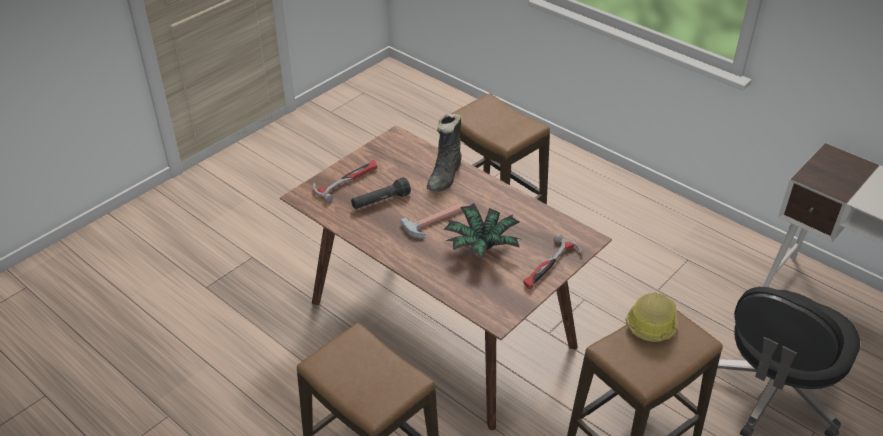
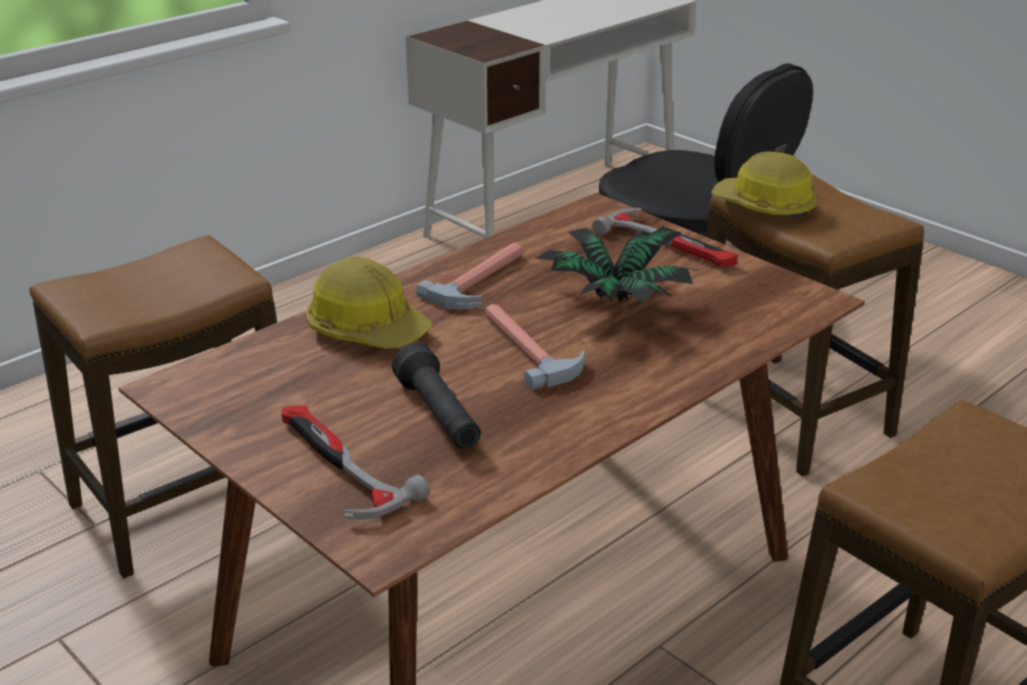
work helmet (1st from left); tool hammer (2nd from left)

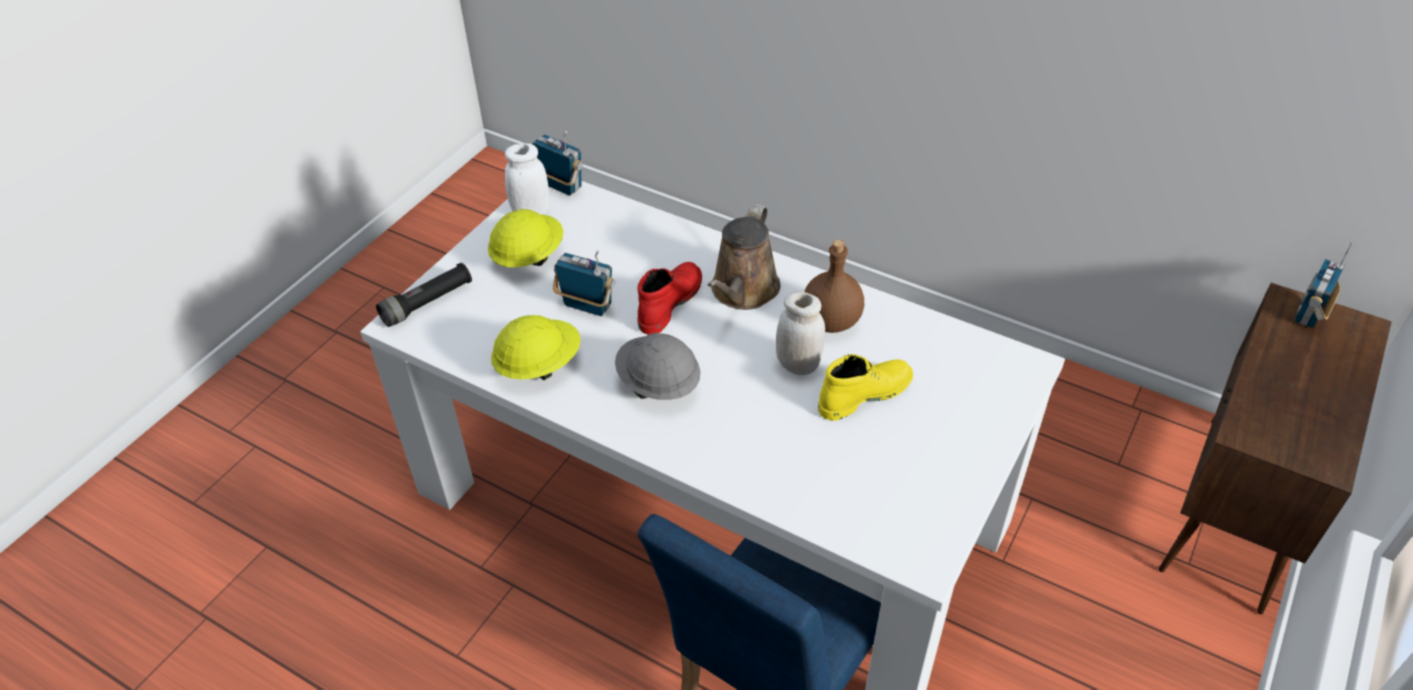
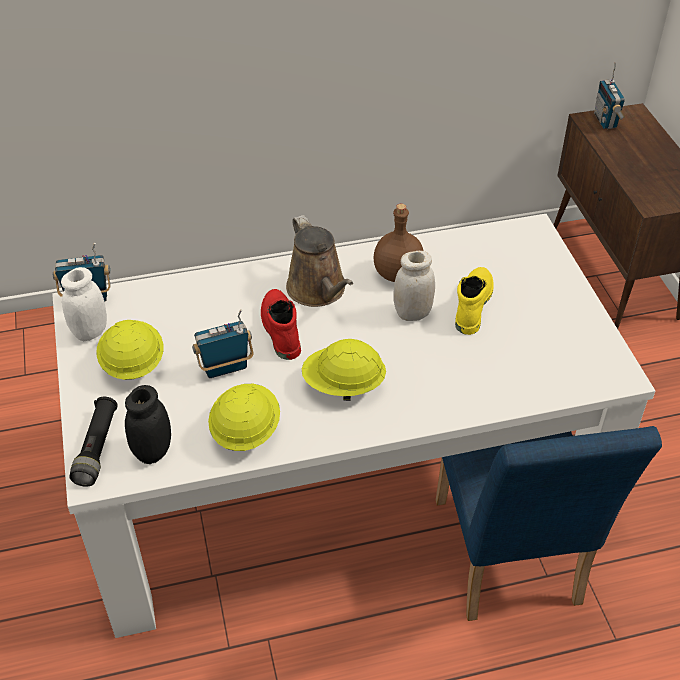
work helmet/yellow-coloured (3rd from left); jar/black

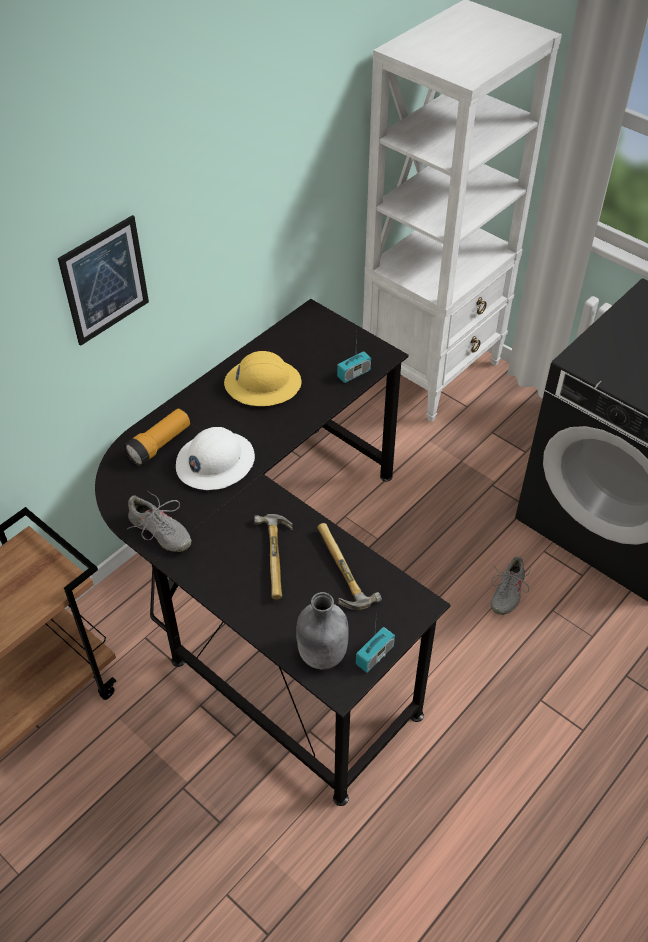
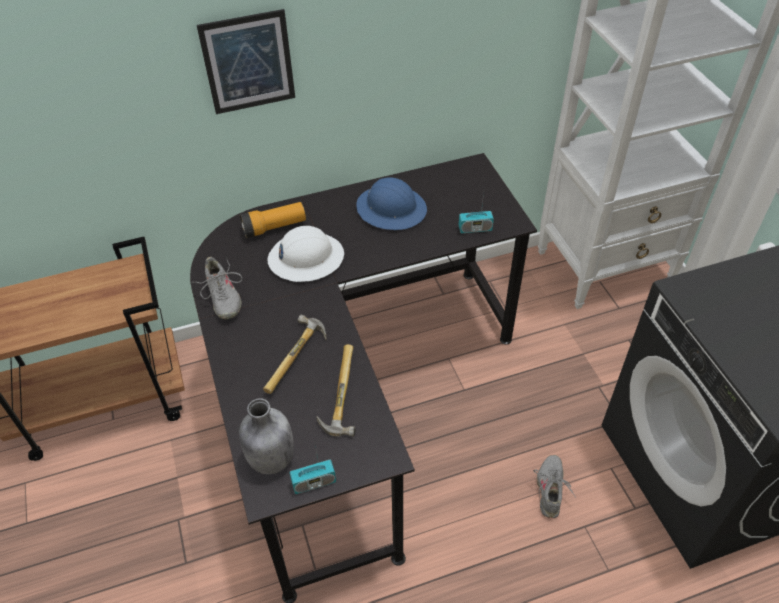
work helmet/blue; item of footwear/grey (2nd from left)

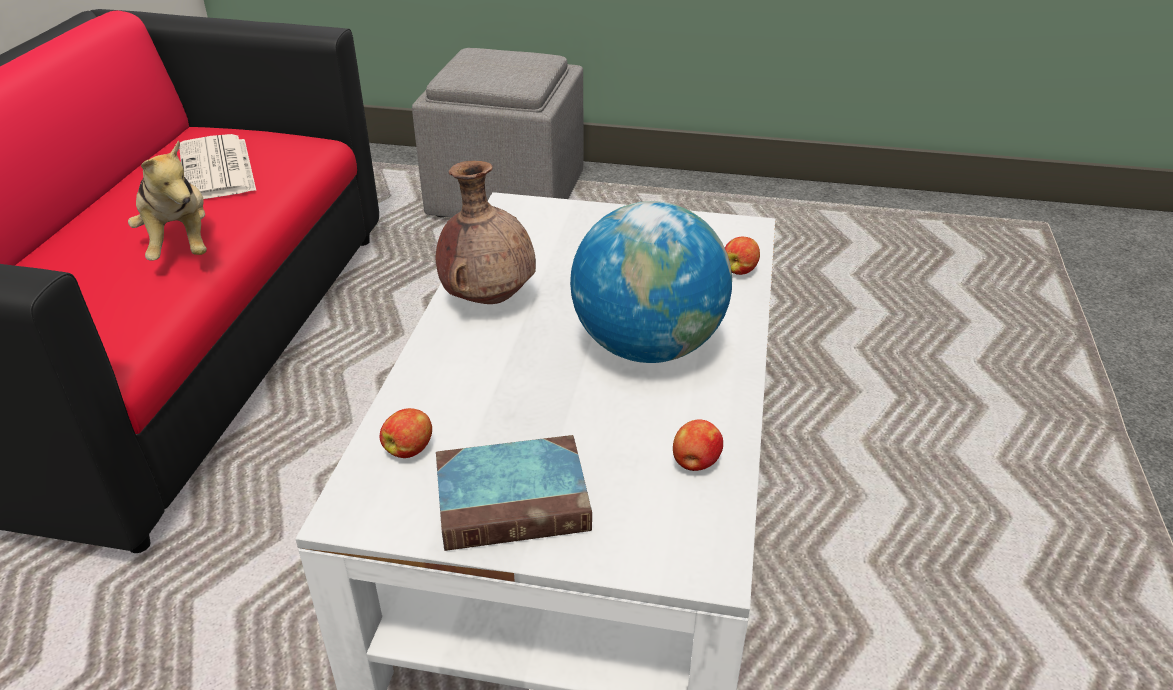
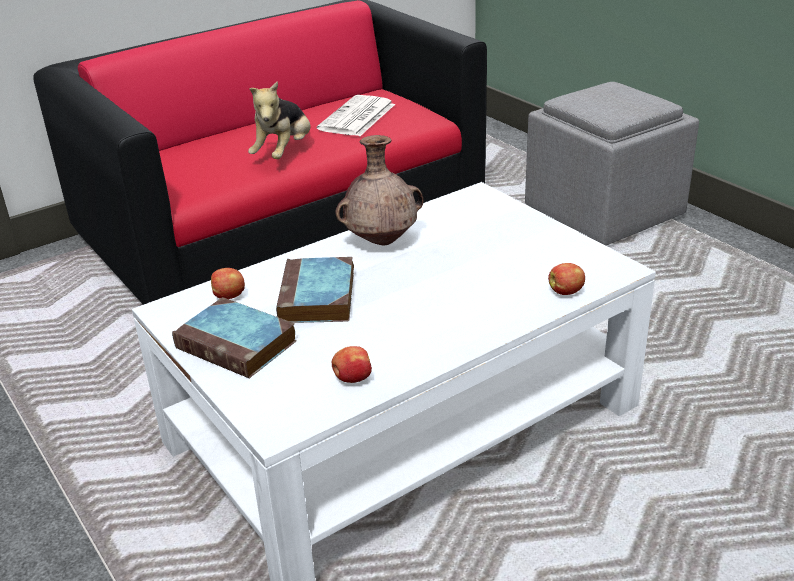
desk globe; volume (2nd from left)

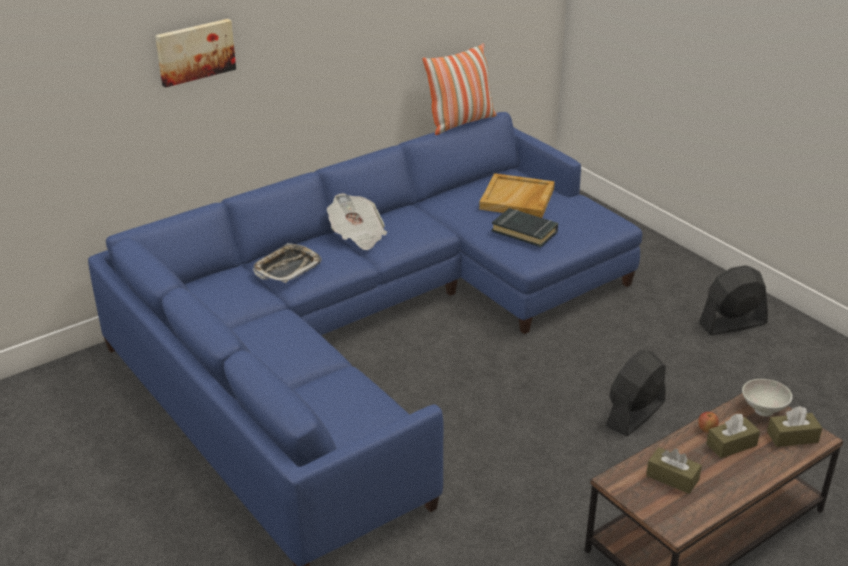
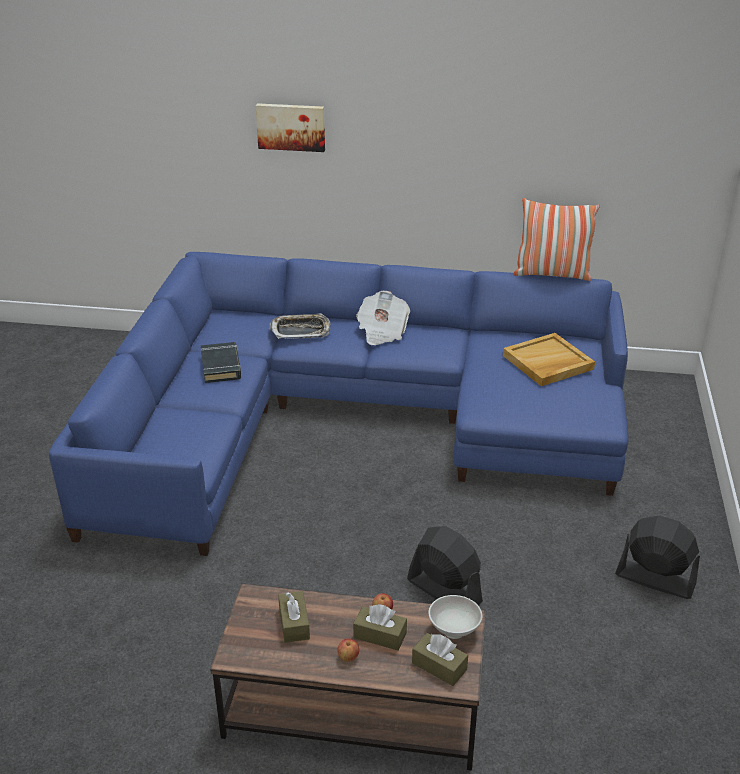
volume/black; electric fan/black (1st from left); apple fruit (1st from left)

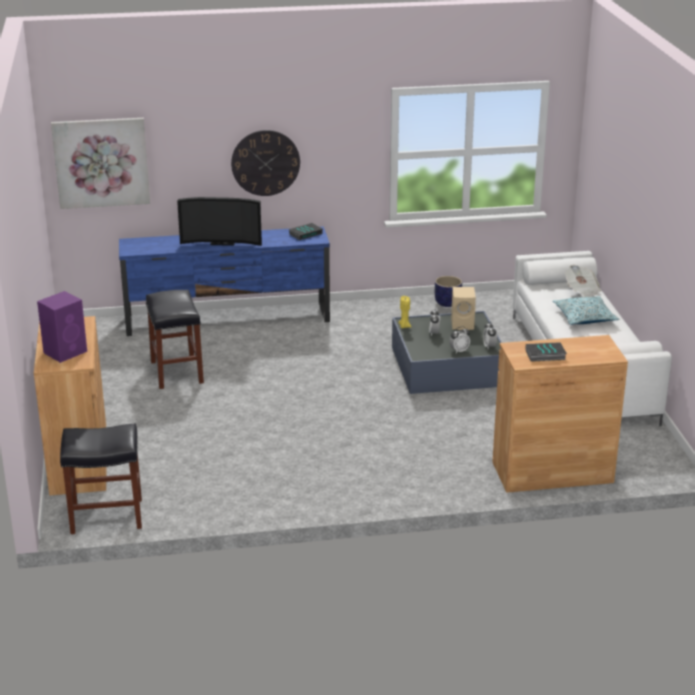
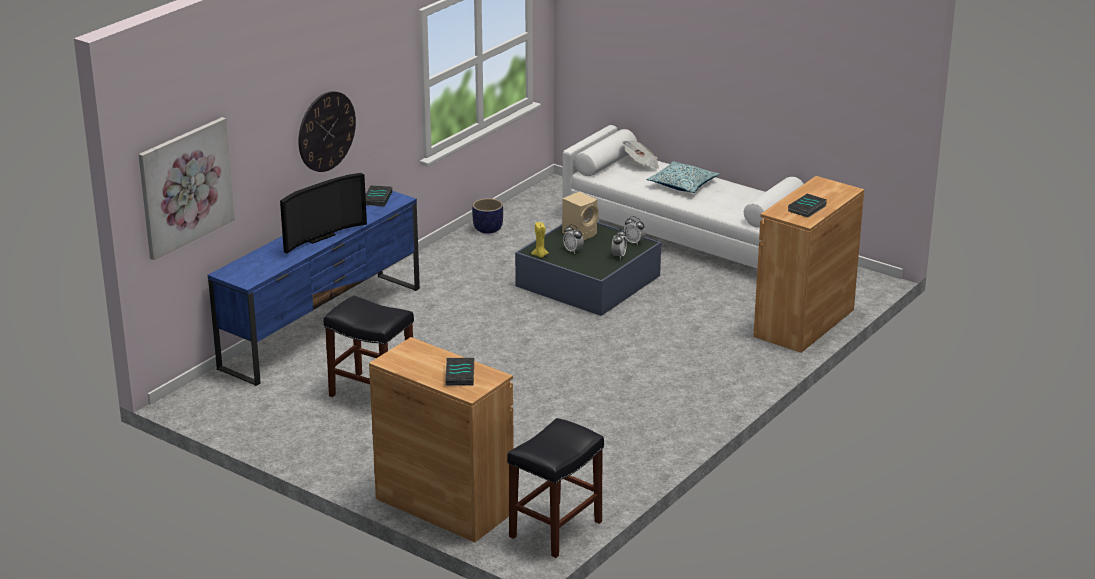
volume (2nd from left)

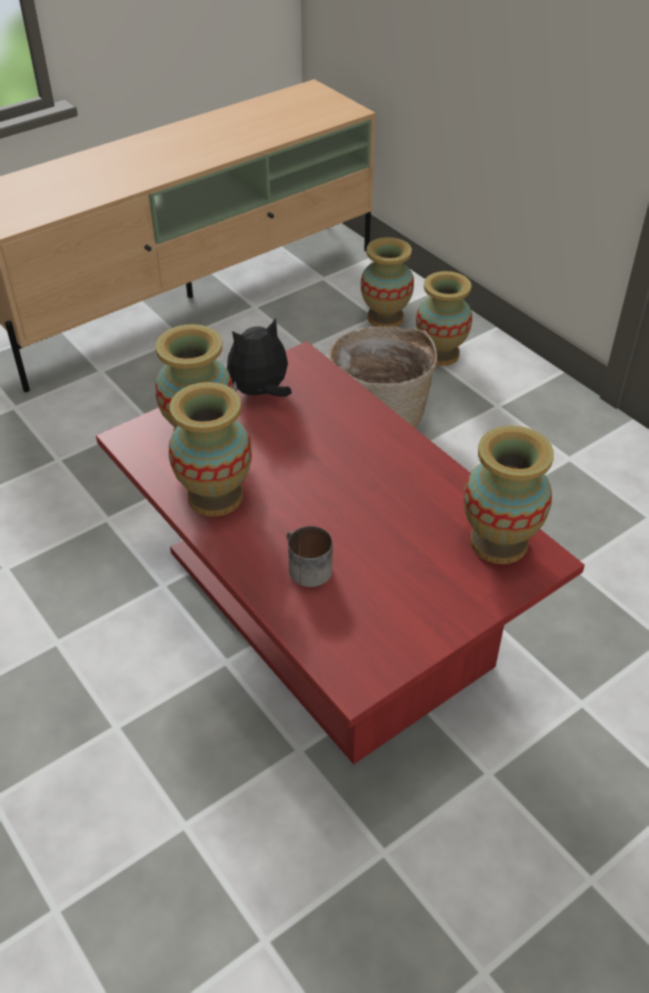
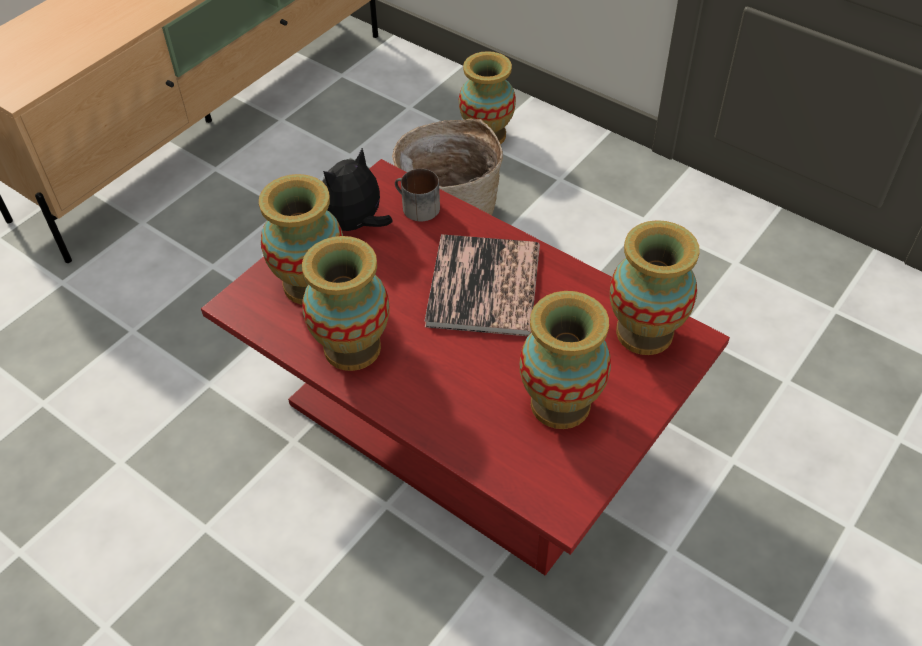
tea mug; decorative vase (4th from left); volume

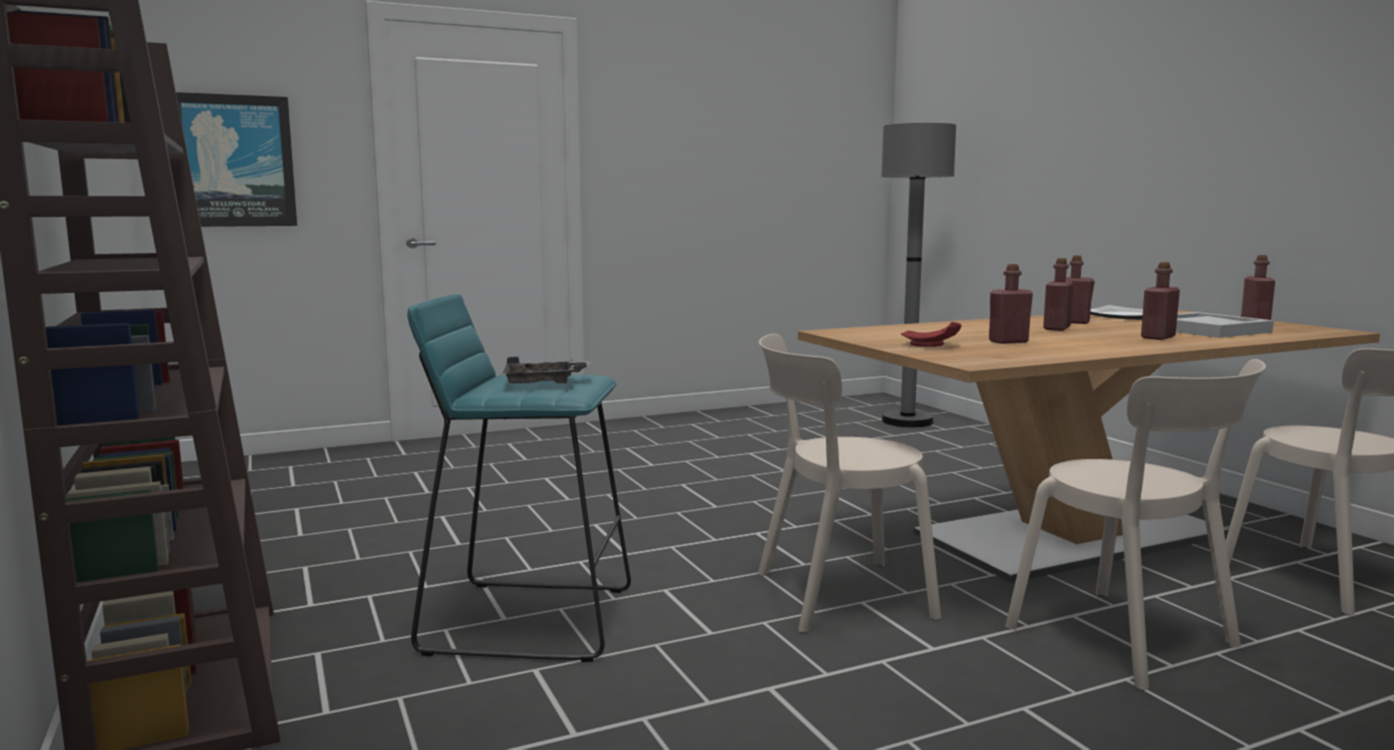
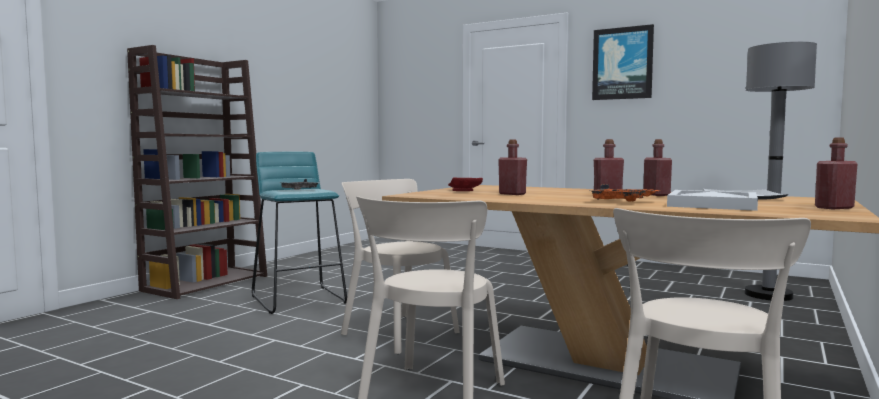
wall picture; carrying tray/orange-coloured

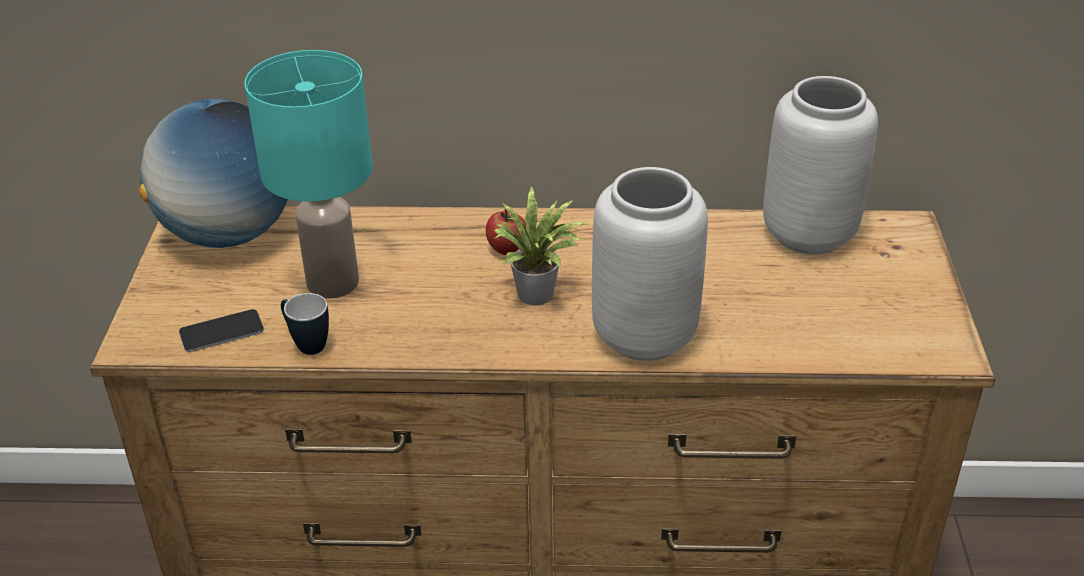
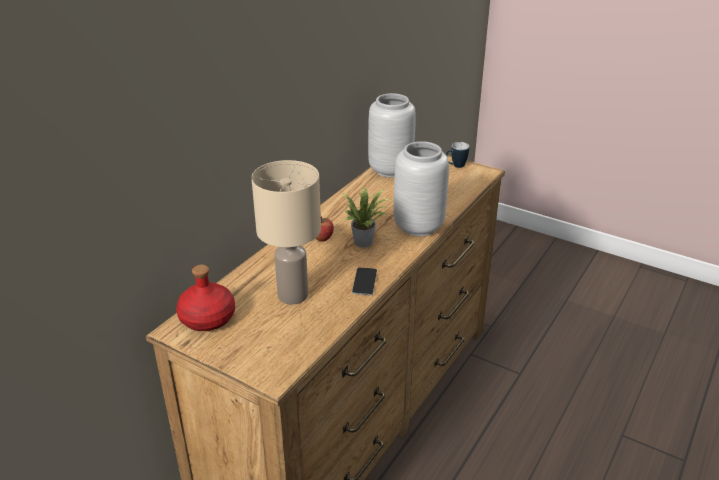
drink bottle/reddish; phone; table lamp/beige; tea mug

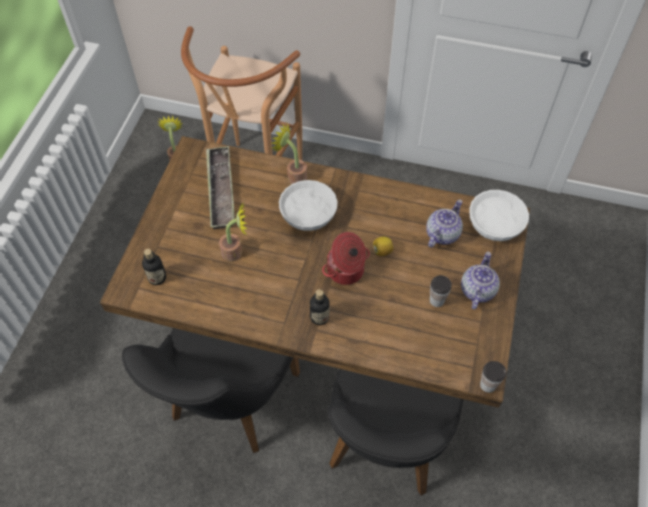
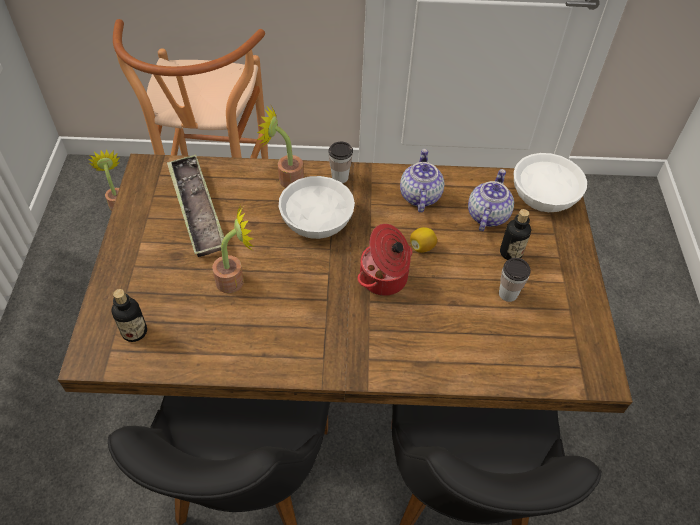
drink bottle (2nd from left); tea pot (1st from left); drinking cup (1st from left)

